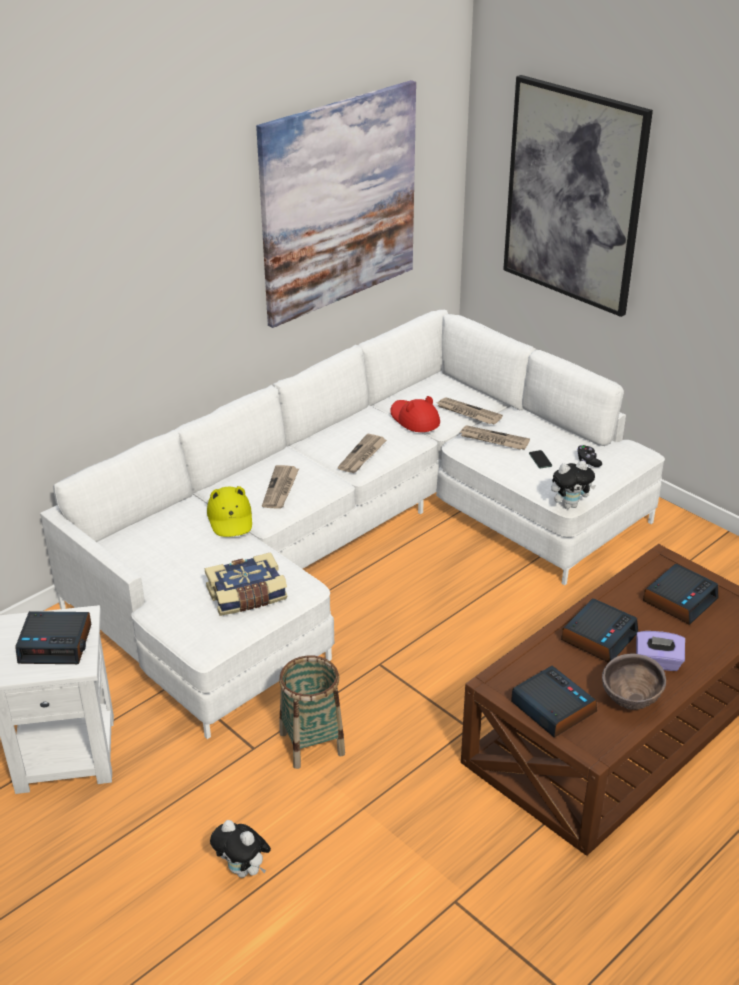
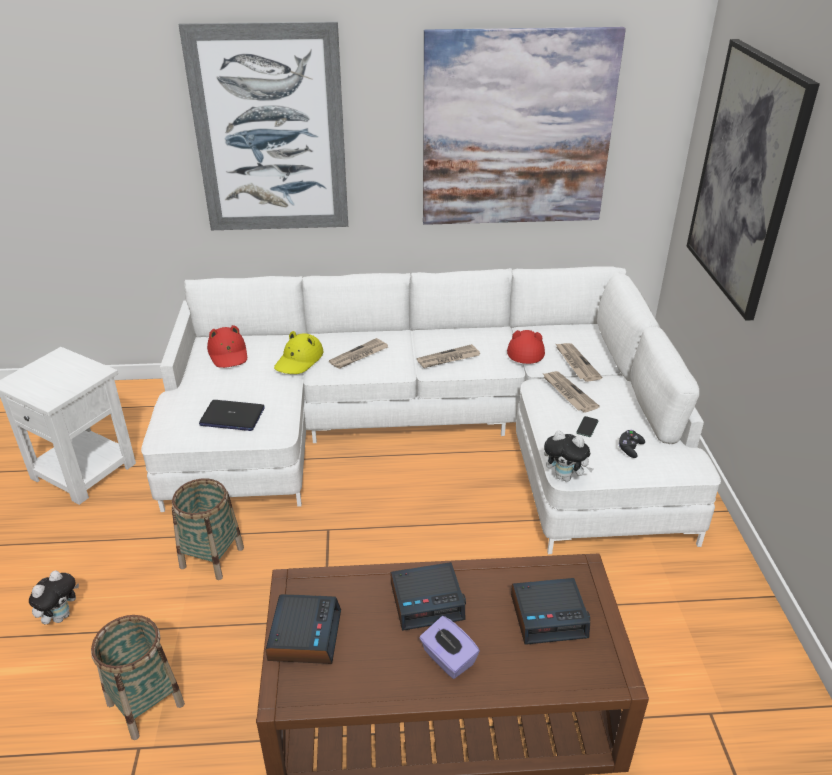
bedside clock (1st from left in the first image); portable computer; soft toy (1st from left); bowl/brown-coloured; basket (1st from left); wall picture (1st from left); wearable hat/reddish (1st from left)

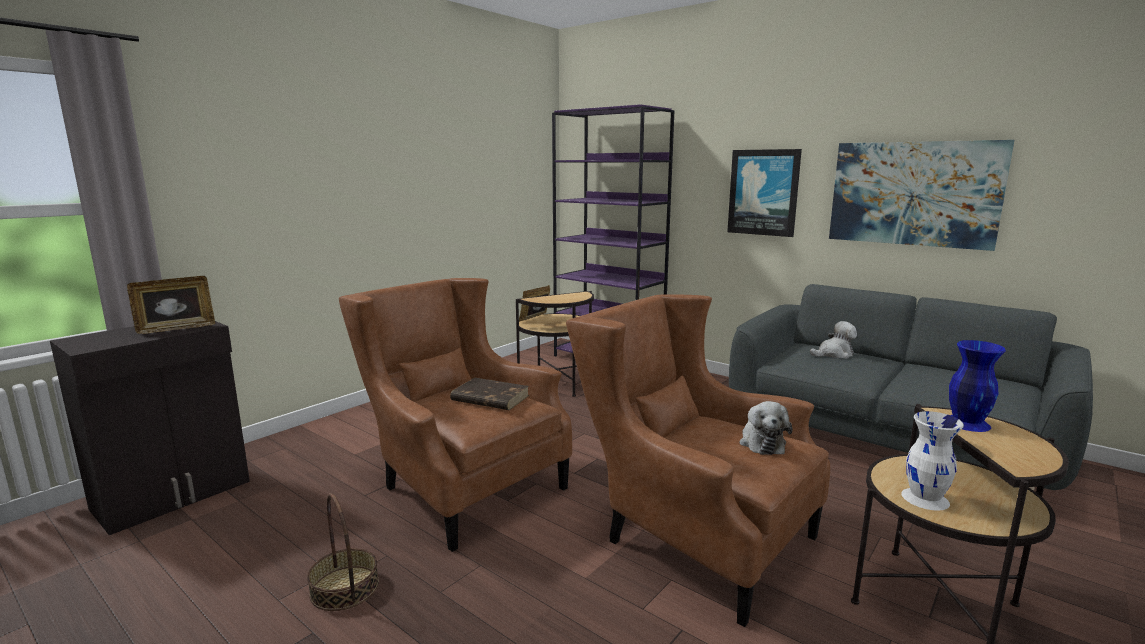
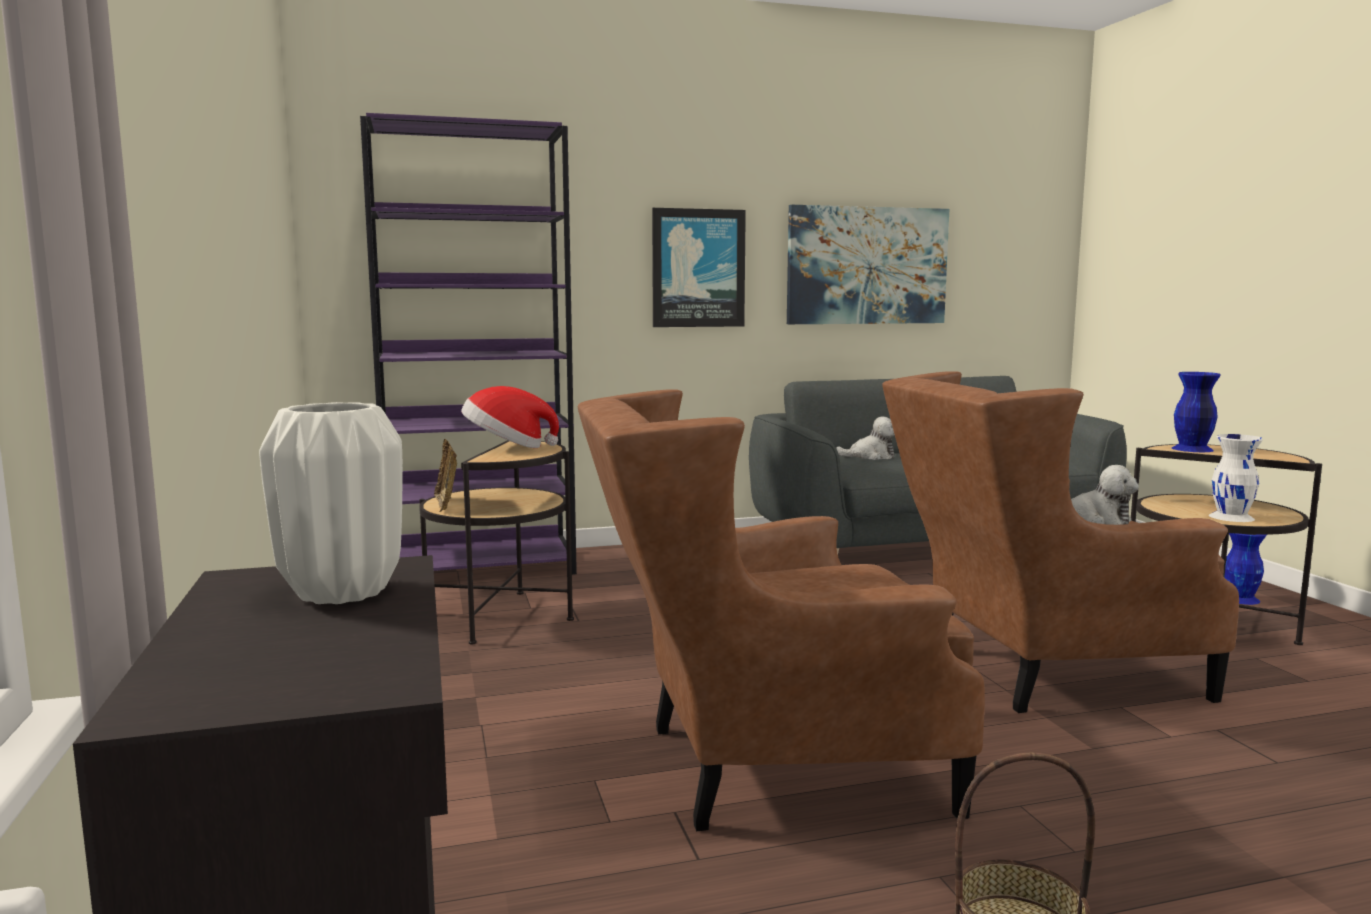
decorative vase/whitish (1st from left); volume/brown-coloured; soft toy (1st from left); wearable hat; decorative vase/blue (2nd from left)

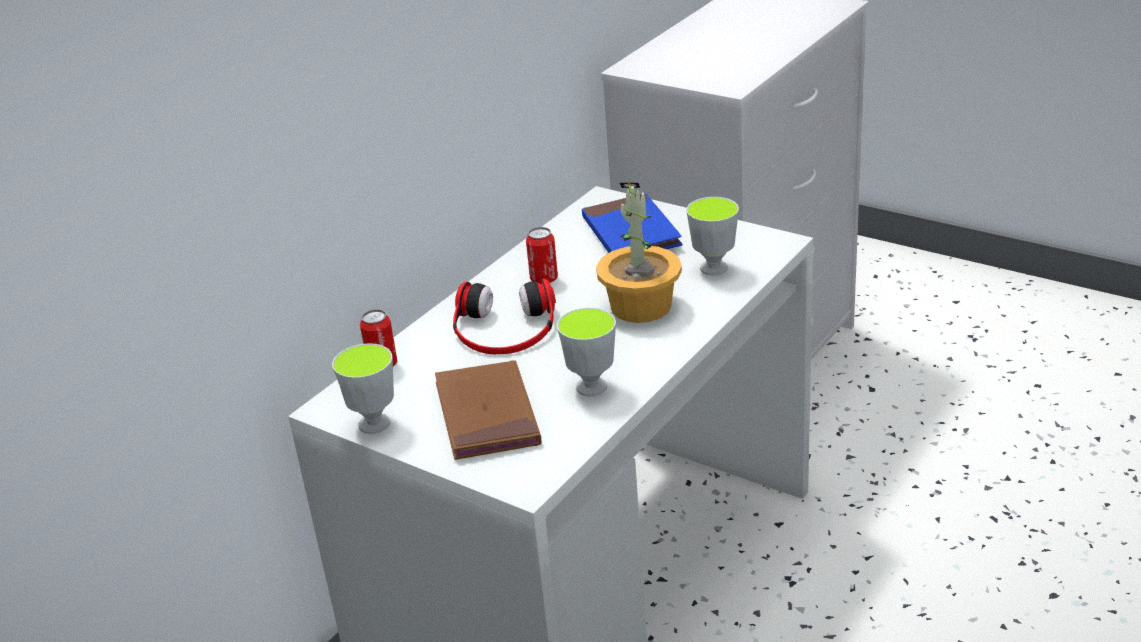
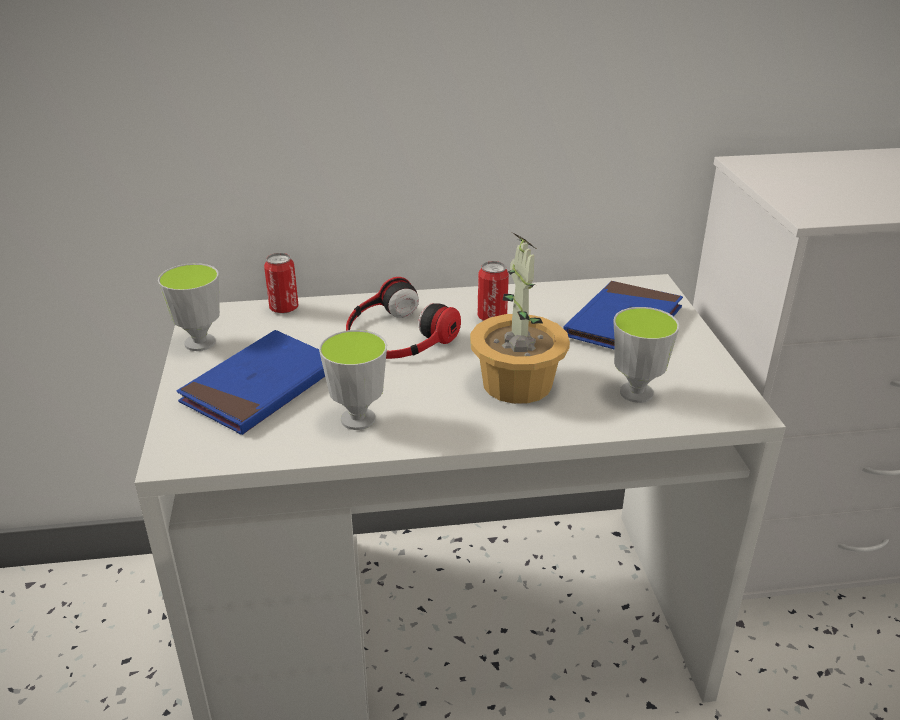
volume/blue (1st from left)

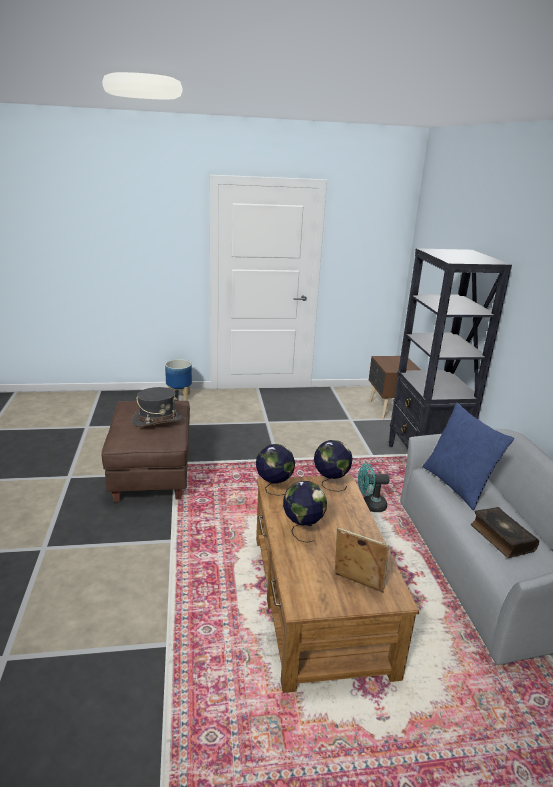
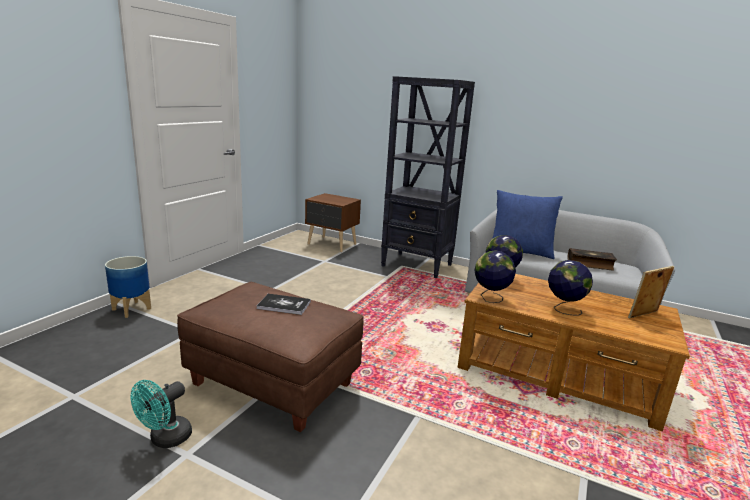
volume (1st from left); electric fan/turquoise

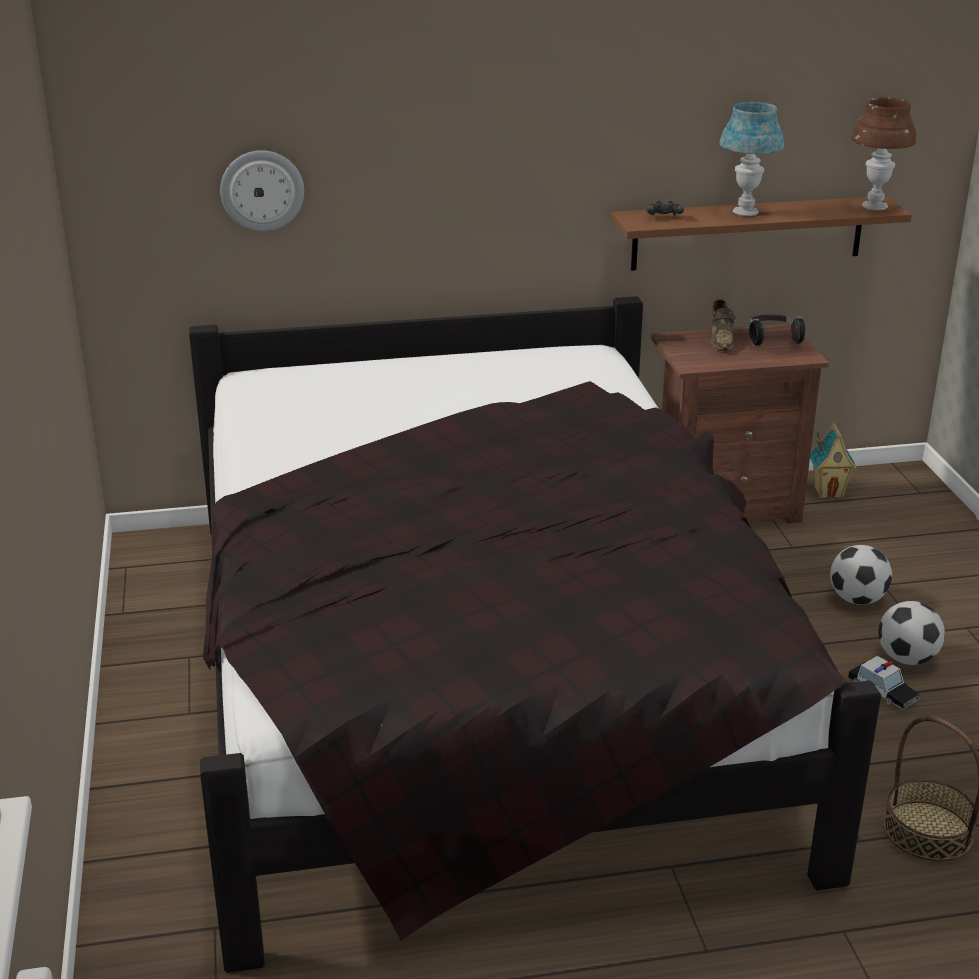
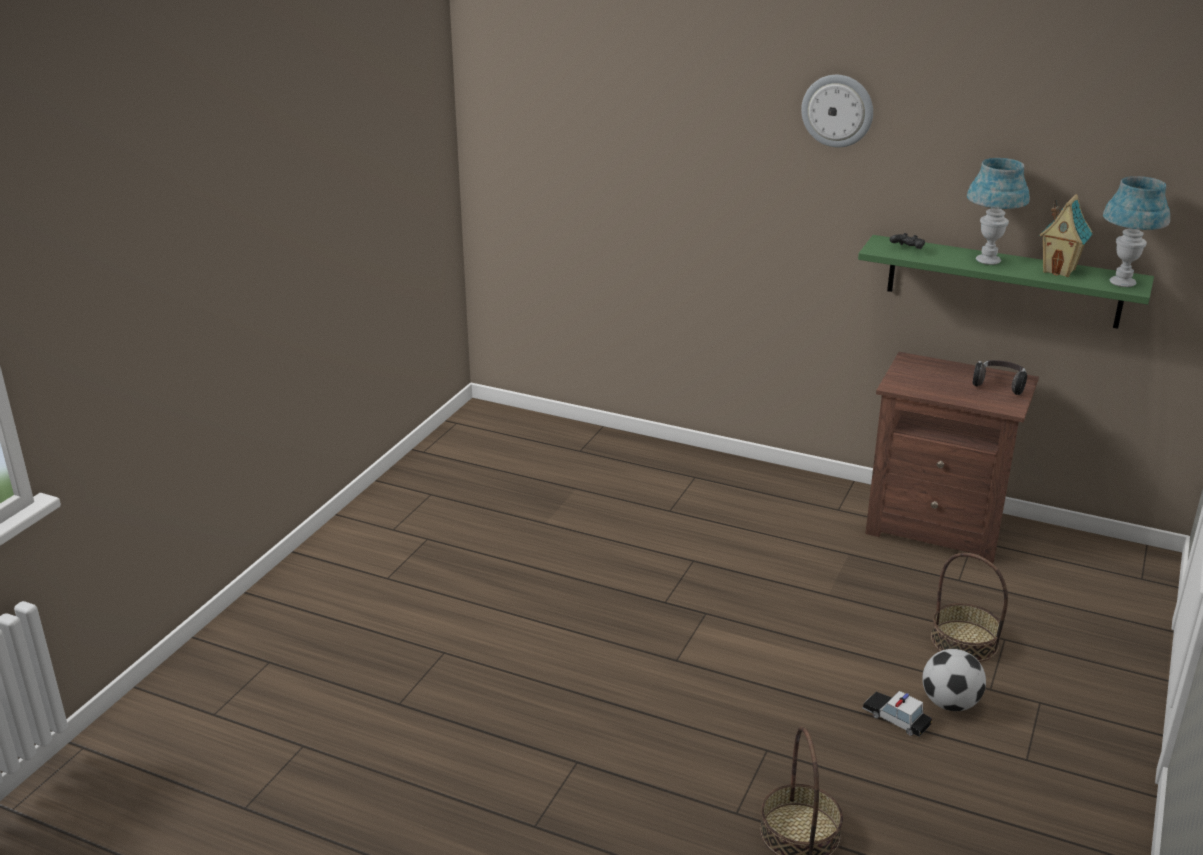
bed/black; clock on the wall; bracket shelf/green-coloured; item of footwear/brown-coloured; model house; basket (2nd from left); toy car; table lamp/blue (2nd from left)

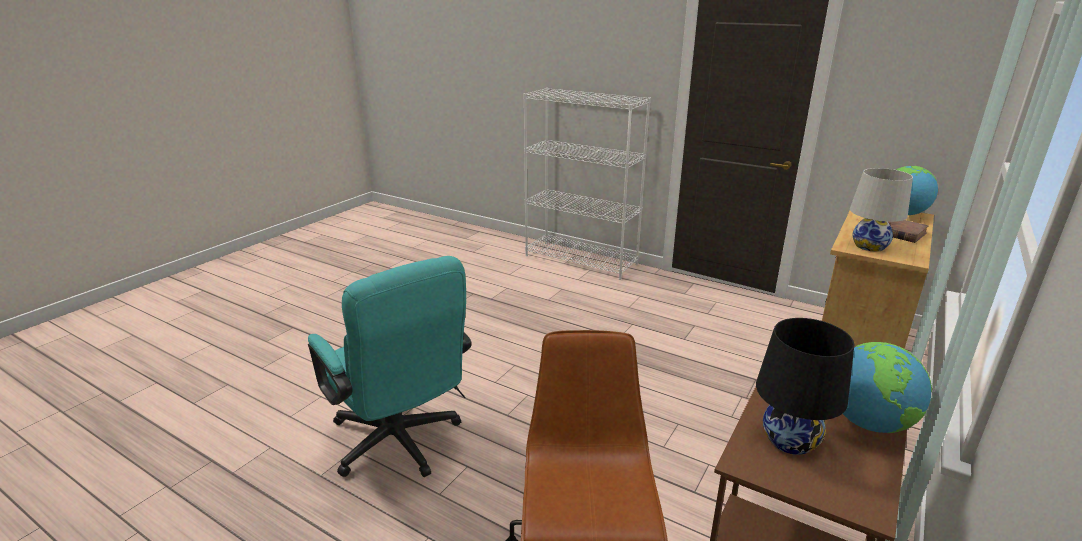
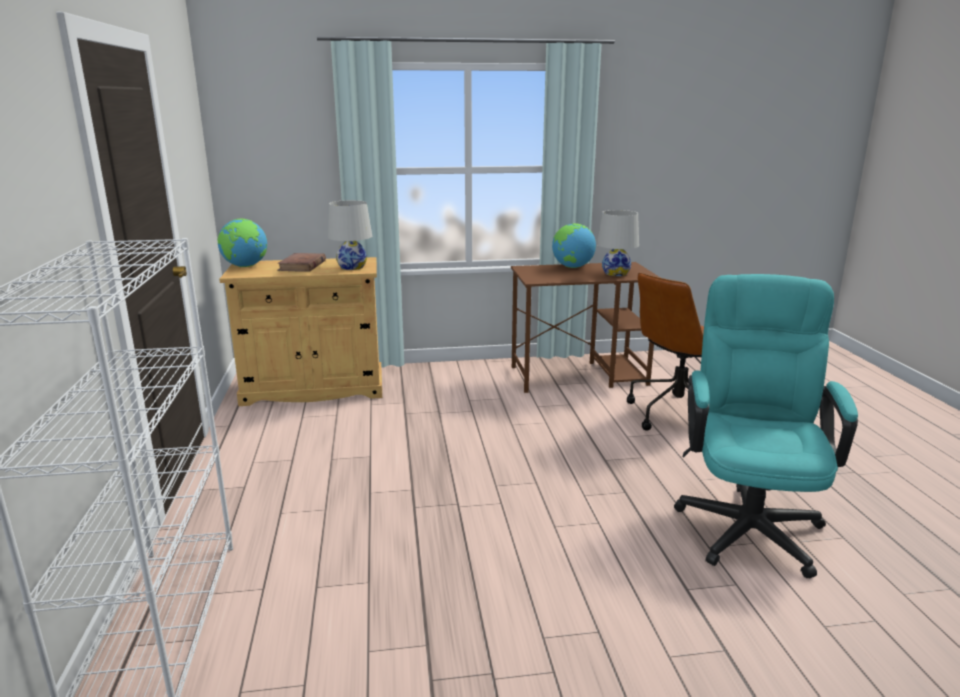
table lamp/whitish (2nd from left)

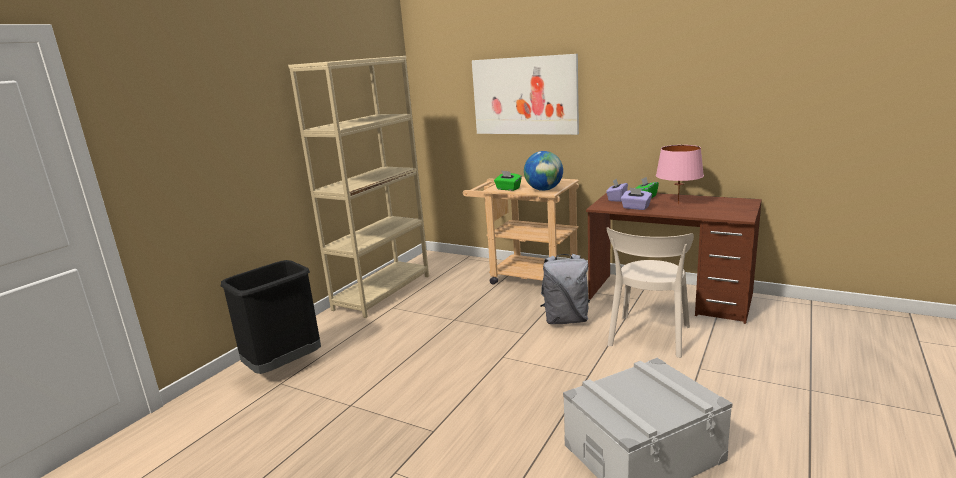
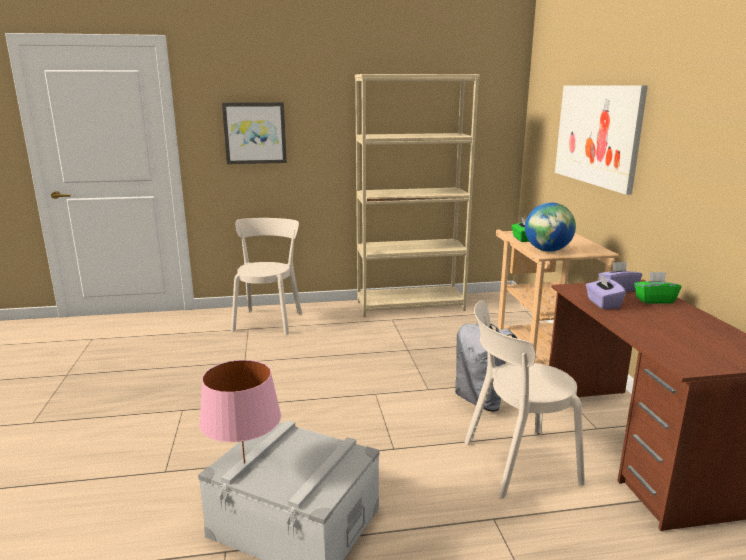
plain chair/beige (1st from left); table lamp/pink-coloured; wall picture (1st from left)

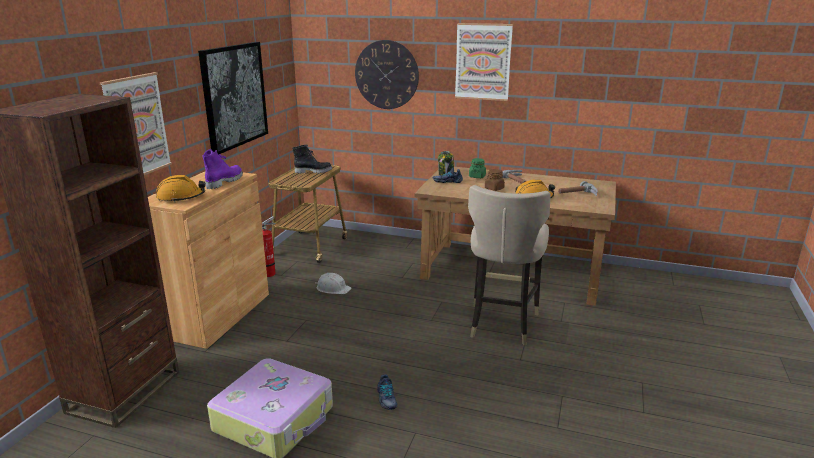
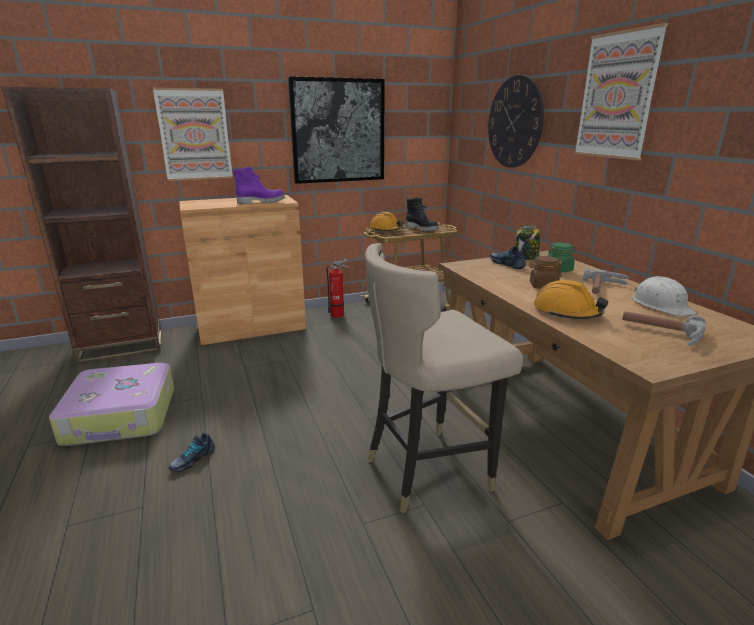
work helmet/orange-coloured (1st from left); work helmet/whitish

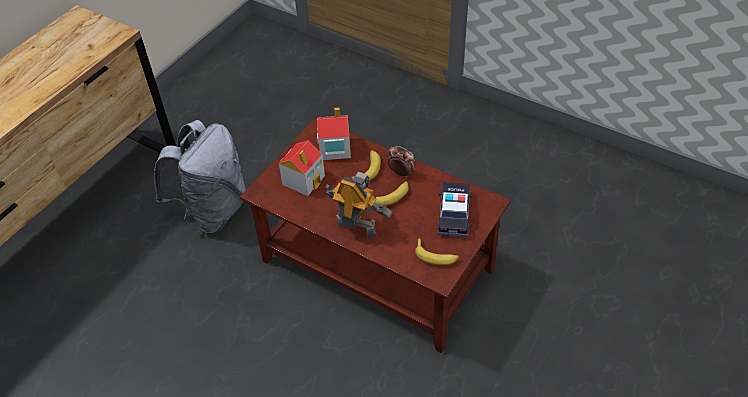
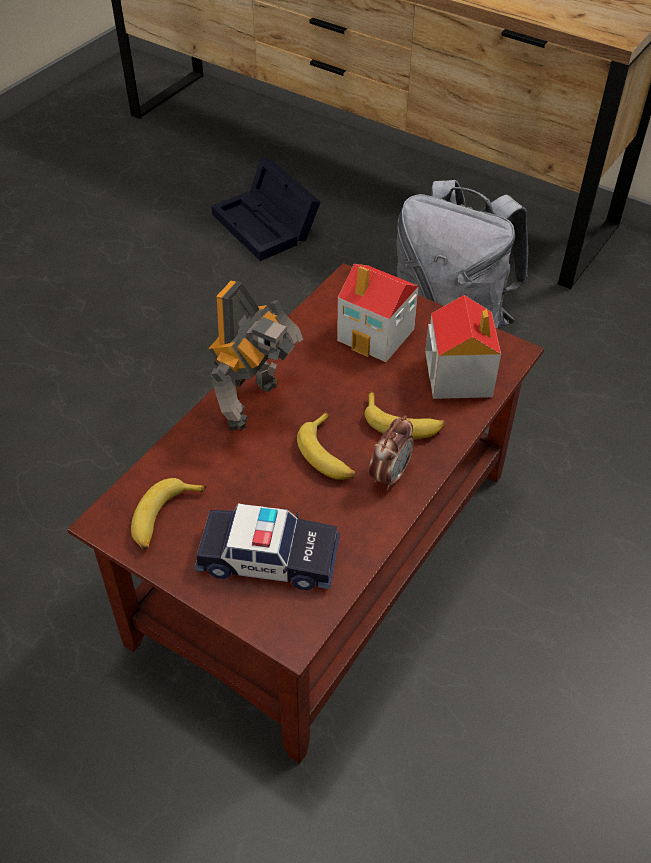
storage container/black

